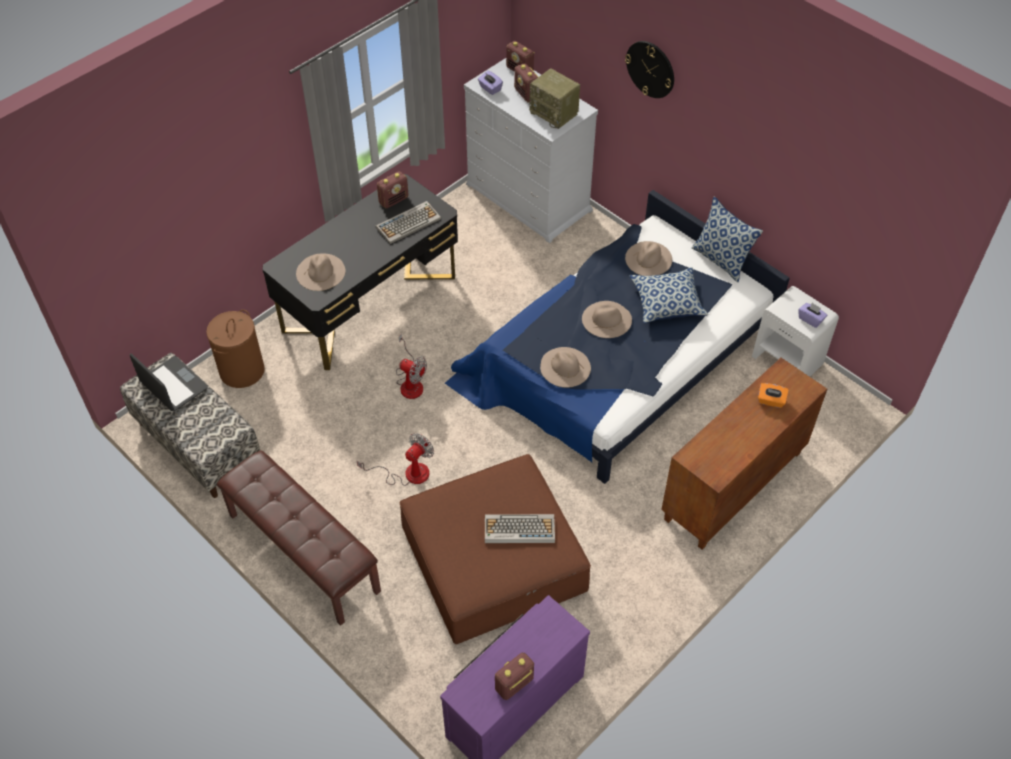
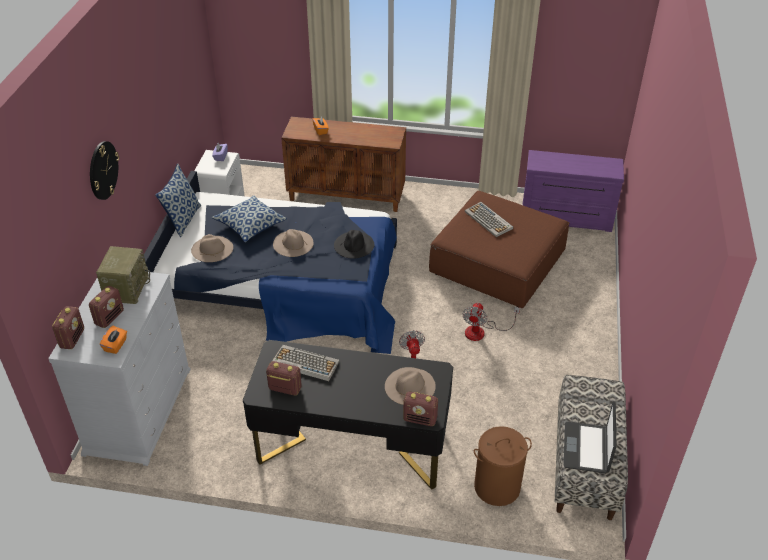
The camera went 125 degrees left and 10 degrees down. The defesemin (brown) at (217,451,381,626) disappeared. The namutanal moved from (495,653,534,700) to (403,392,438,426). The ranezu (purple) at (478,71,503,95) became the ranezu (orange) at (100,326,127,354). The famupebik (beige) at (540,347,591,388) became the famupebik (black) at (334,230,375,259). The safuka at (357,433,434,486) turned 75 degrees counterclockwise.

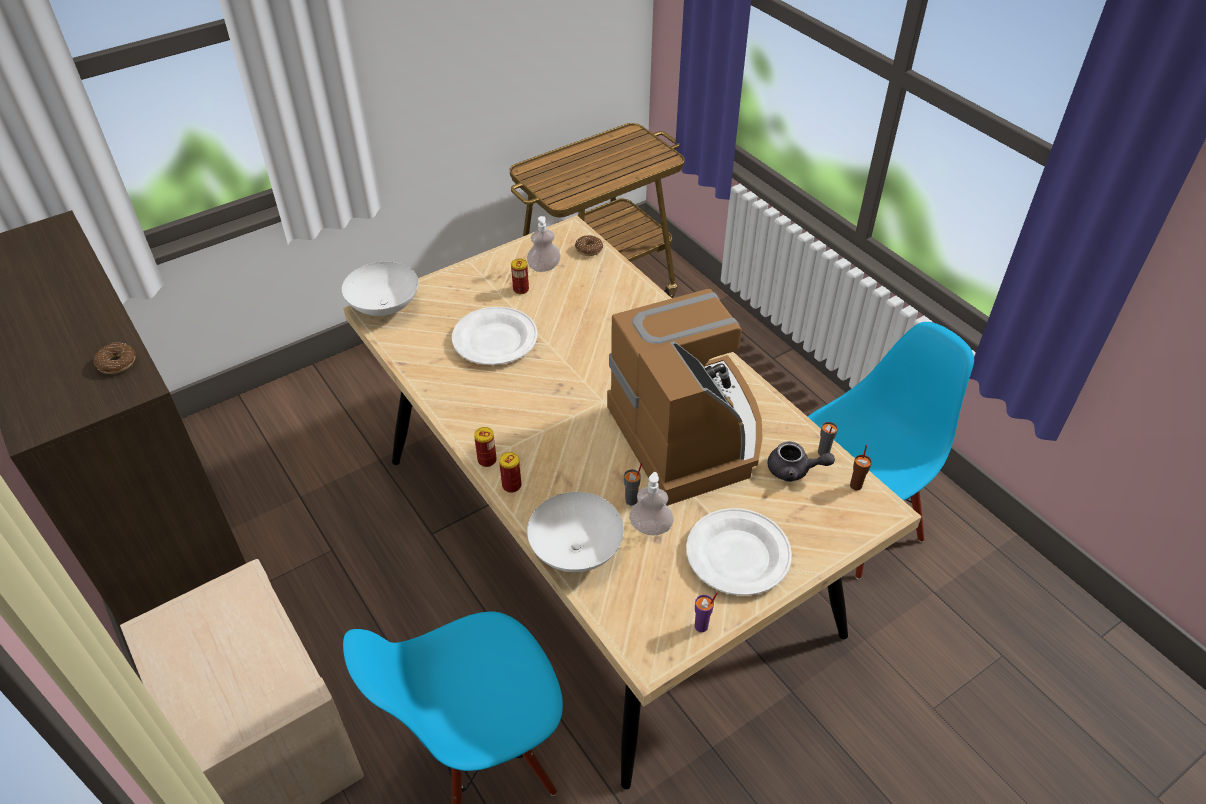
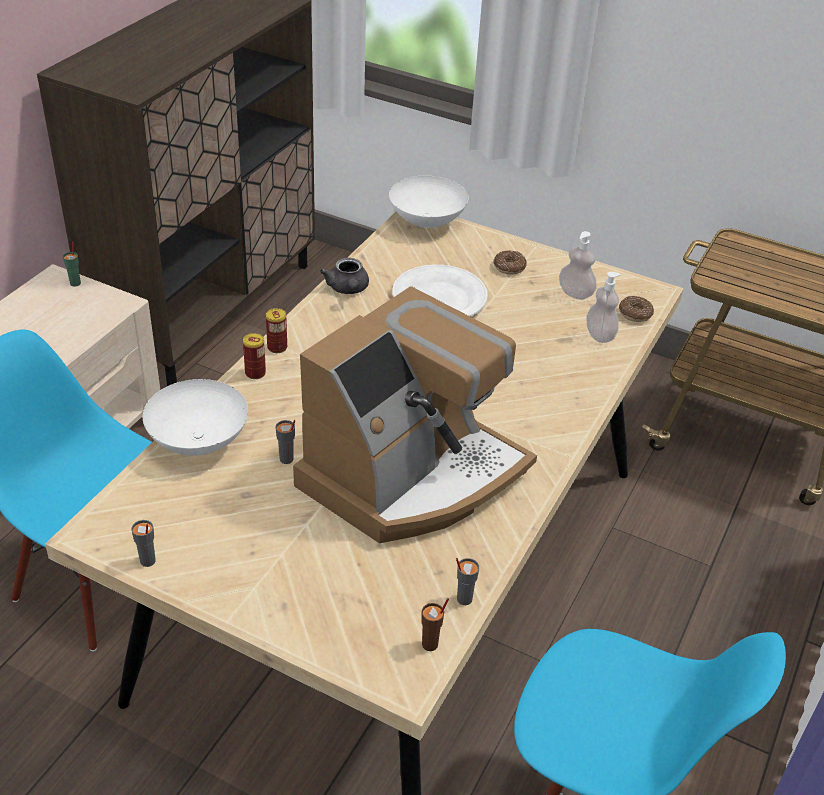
The camera went 60 degrees right and 5 degrees down. The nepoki at (511,258,529,294) disappeared. The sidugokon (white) at (686,508,792,596) disappeared. The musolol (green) at (63,242,81,287) appeared. The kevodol moved from (94,343,136,374) to (493,250,527,275). The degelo moved from (629,472,674,535) to (586,272,621,343). The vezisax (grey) moved from (768,441,835,482) to (320,258,369,294). The musolol (purple) at (695,592,718,632) became the musolol (grey) at (131,520,156,567).

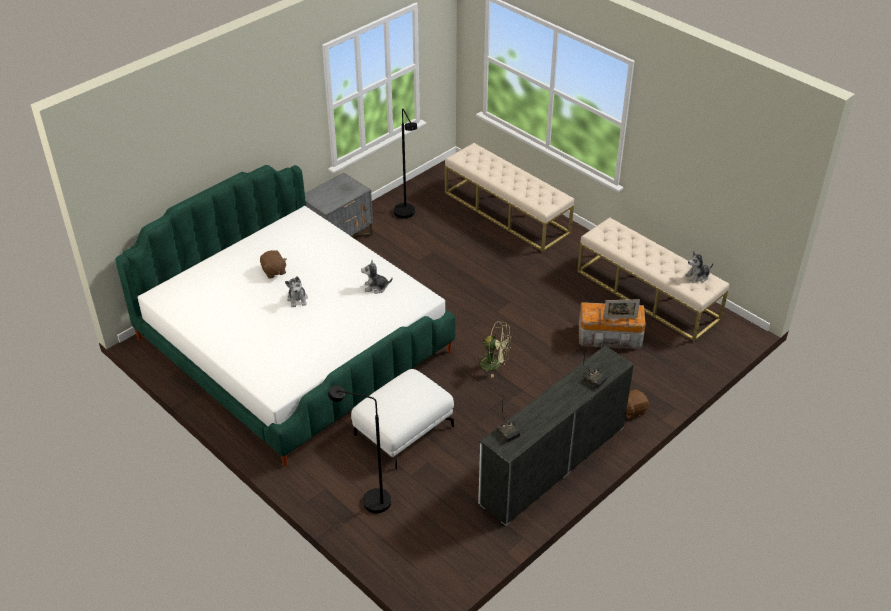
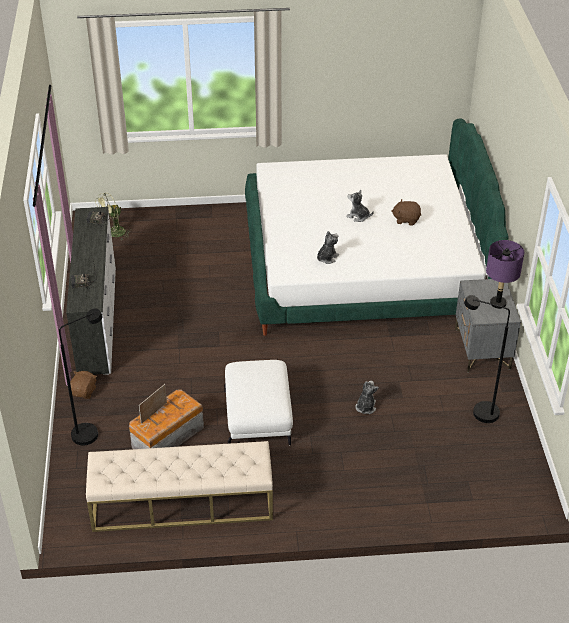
The camera went 130 degrees right and 0 degrees up. The defesemin (beige) at (445,143,574,252) disappeared. The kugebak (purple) at (486,240,524,309) appeared. The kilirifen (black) moved from (328,385,391,513) to (59,308,102,445). The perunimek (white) moved from (351,369,454,469) to (224,360,293,445). The safuka (green) moved from (476,321,511,377) to (95,193,132,240). The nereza moved from (685,251,713,283) to (355,381,379,414).

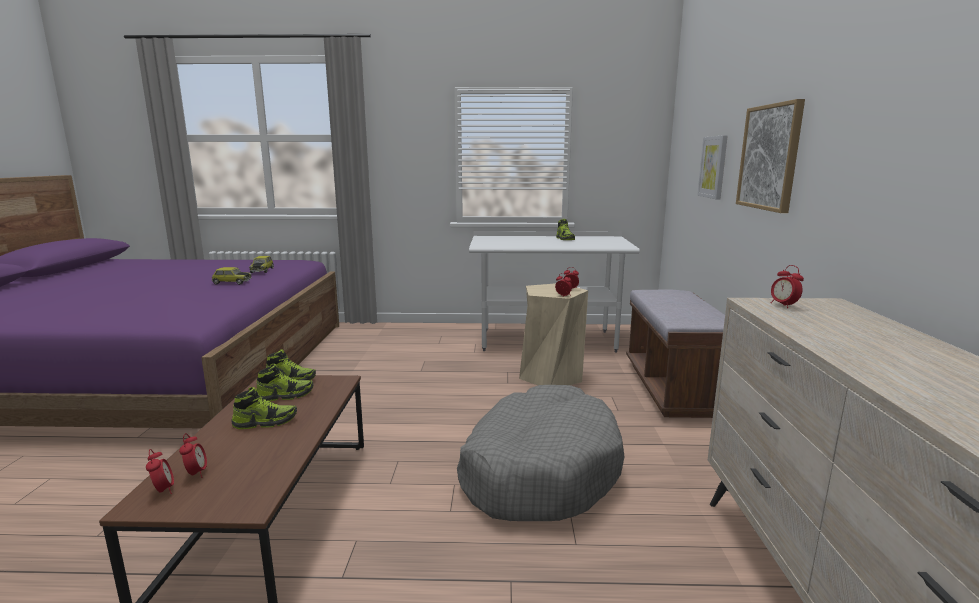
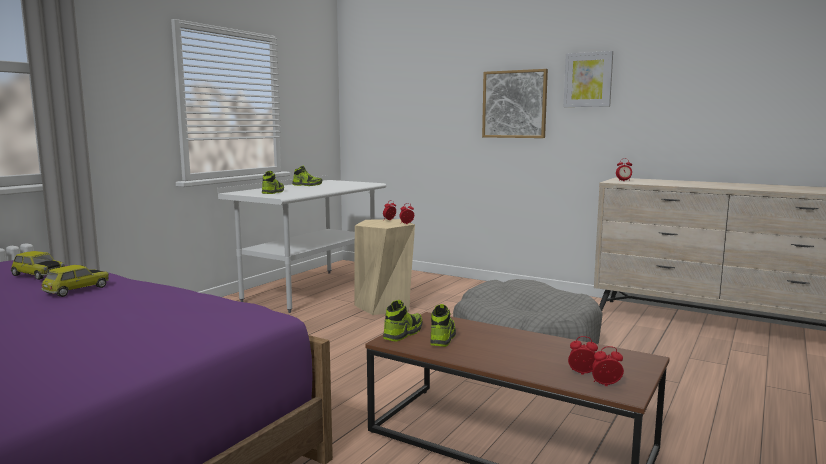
The camera went 60 degrees left and 5 degrees down. The defesemin (brown) at (626,289,725,418) disappeared. The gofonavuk moved from (231,387,297,429) to (262,171,284,194). The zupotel moved from (697,135,728,199) to (564,51,613,107).

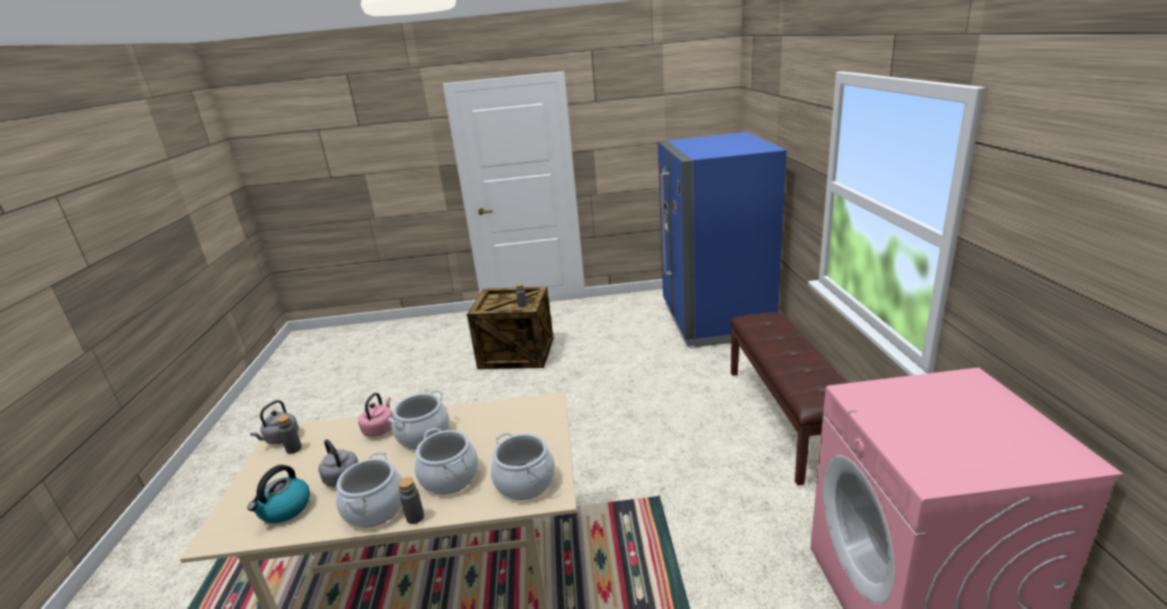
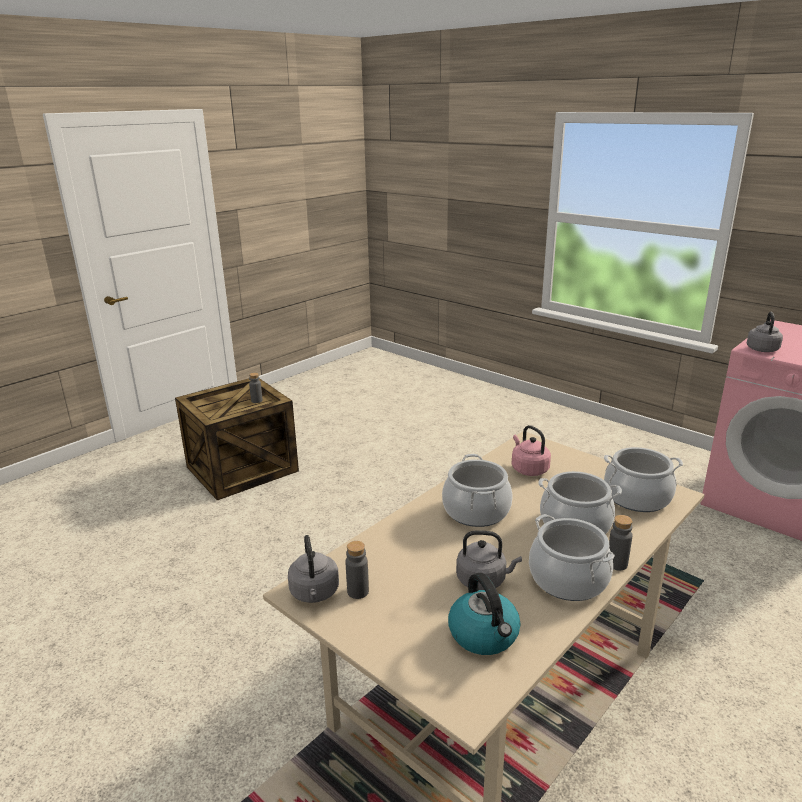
The camera went 45 degrees left and 0 degrees up. The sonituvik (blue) at (658,132,787,347) disappeared. The defesemin (brown) at (730,312,847,485) disappeared. The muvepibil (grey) at (747,312,783,352) appeared. The muvepibil (pink) moved from (358,393,393,437) to (512,425,551,476).

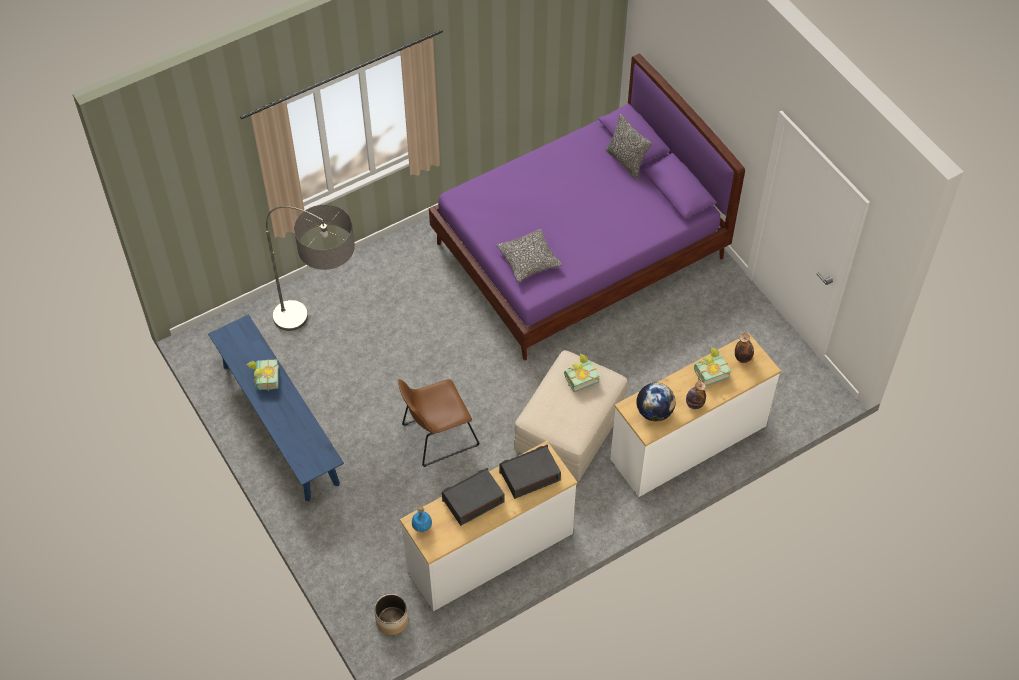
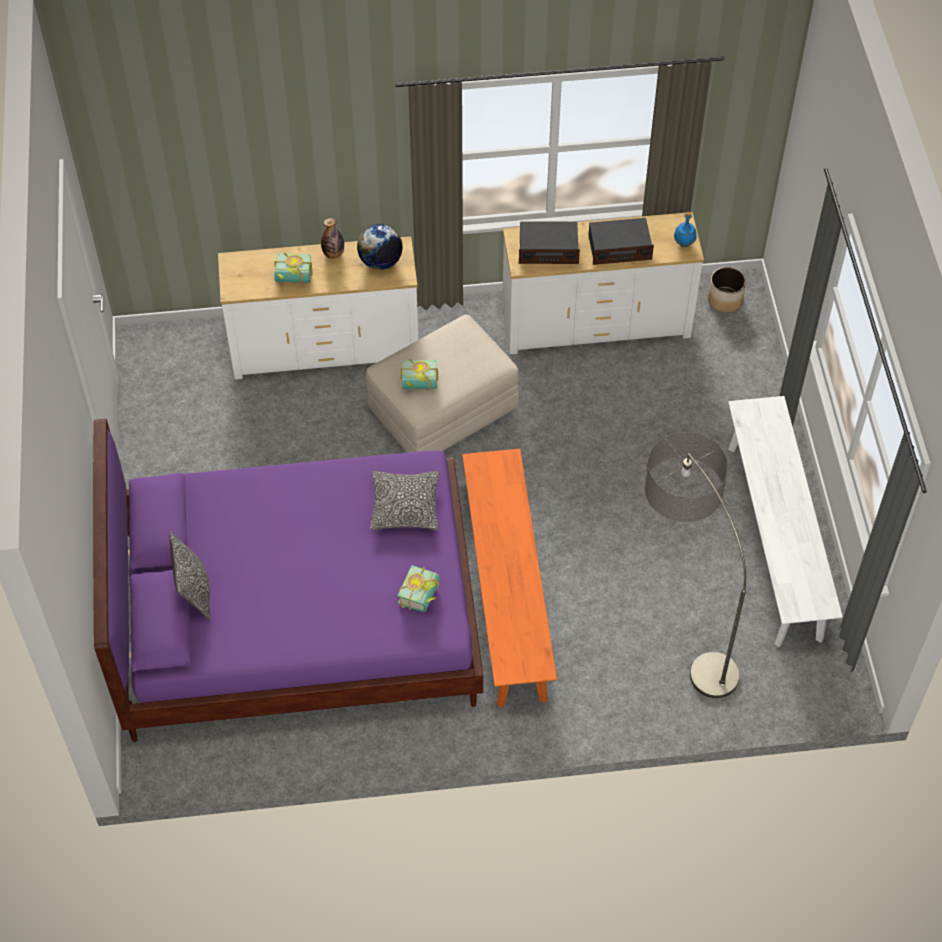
The camera went 155 degrees left and 0 degrees up. The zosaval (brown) at (398,379,480,467) disappeared. The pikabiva at (735,333,754,363) disappeared. The defesemin (orange) at (462,449,557,708) appeared. The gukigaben moved from (247,359,279,391) to (398,565,440,612). The defesemin (blue) at (208,314,344,502) became the defesemin (white) at (728,396,843,647).

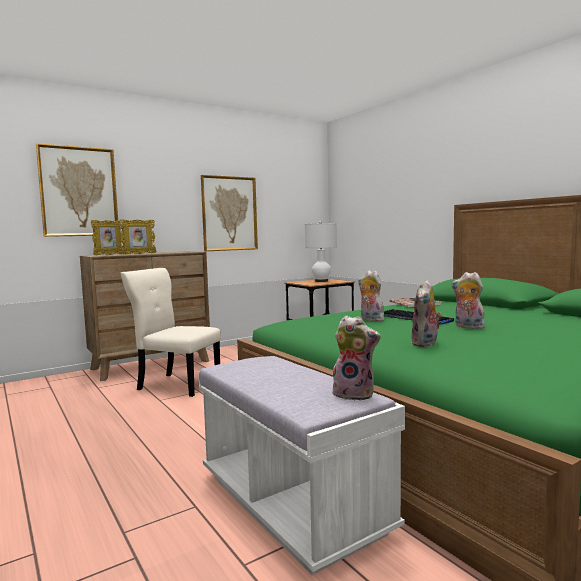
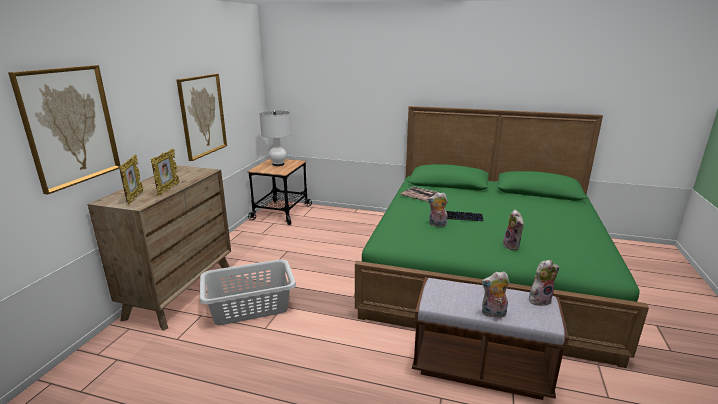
The camera went 40 degrees left and 15 degrees up. The nereza moved from (451,272,485,329) to (481,271,510,318). The zosaval (beige) at (120,268,221,397) was replaced by the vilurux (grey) at (200,259,296,325). The defesemin (white) at (199,356,405,575) became the defesemin (brown) at (412,277,569,400).

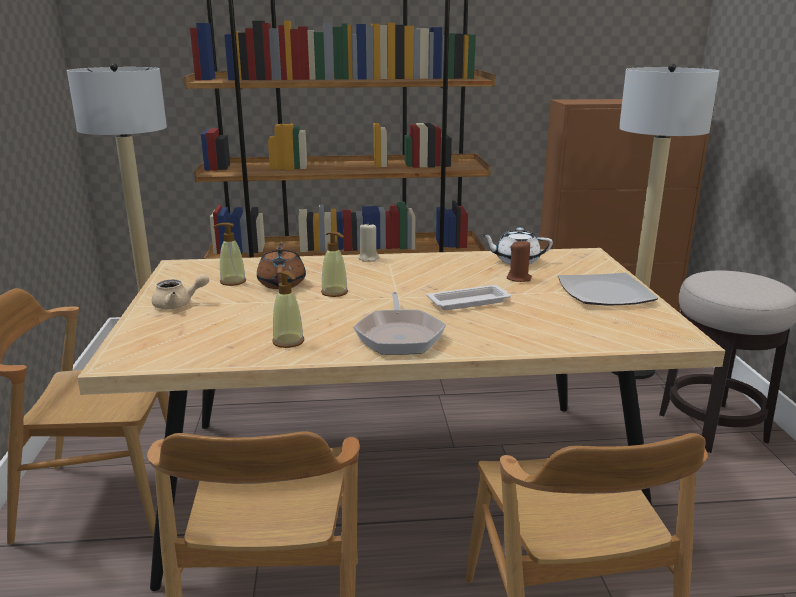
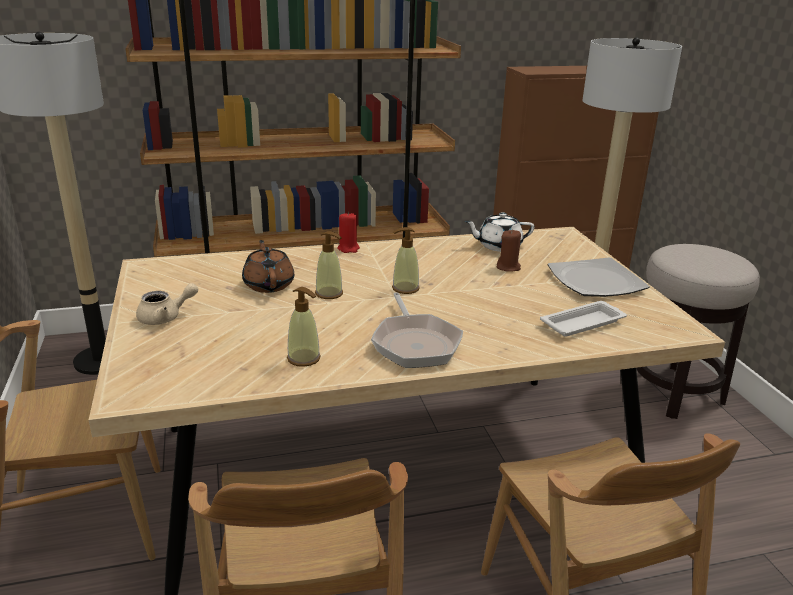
The camera went 10 degrees left and 5 degrees up. The degelo moved from (213,223,246,286) to (392,227,420,294). The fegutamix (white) moved from (426,285,511,310) to (540,301,627,336). The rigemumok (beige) at (358,223,379,262) became the rigemumok (red) at (337,212,360,253).

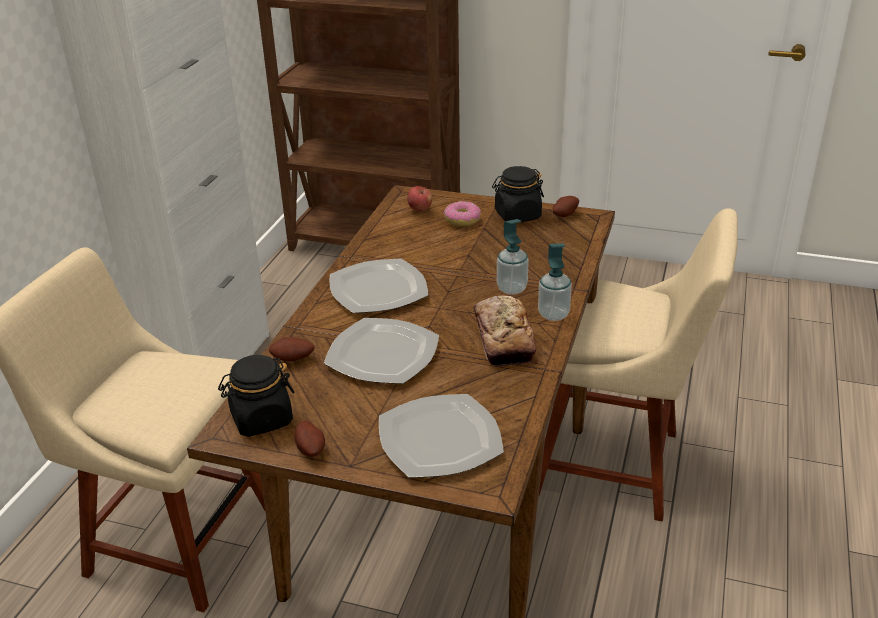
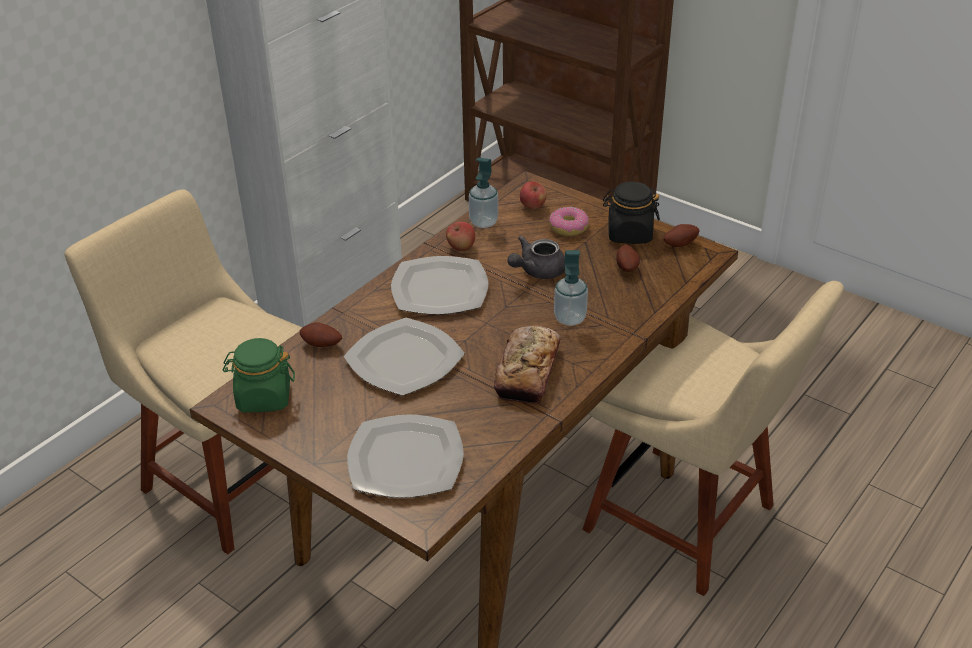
The camera went 20 degrees right and 5 degrees up. The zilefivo at (446,222,475,251) appeared. The vezisax (grey) at (507,236,565,279) appeared. The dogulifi moved from (294,420,325,457) to (616,245,640,272). The degelo moved from (538,243,572,321) to (469,158,498,228). The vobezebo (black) at (218,355,295,437) became the vobezebo (green) at (223,338,295,412).

